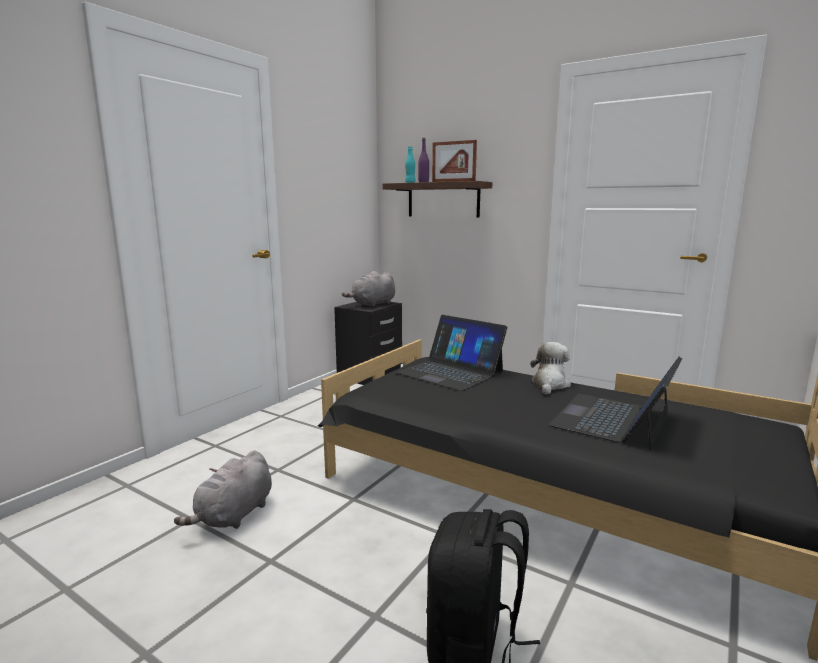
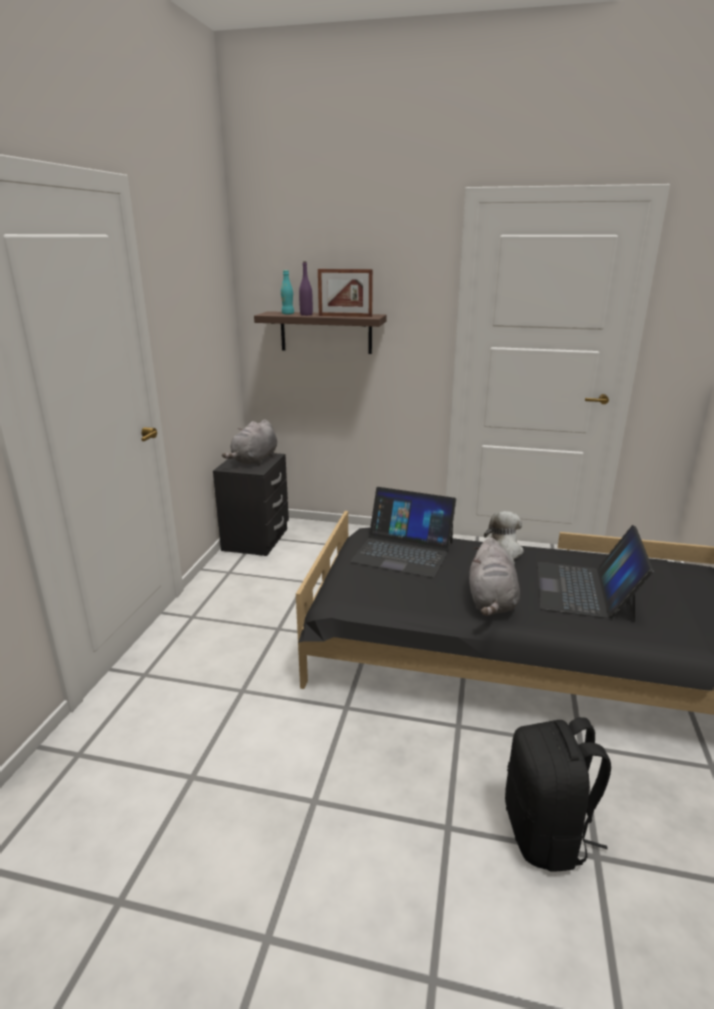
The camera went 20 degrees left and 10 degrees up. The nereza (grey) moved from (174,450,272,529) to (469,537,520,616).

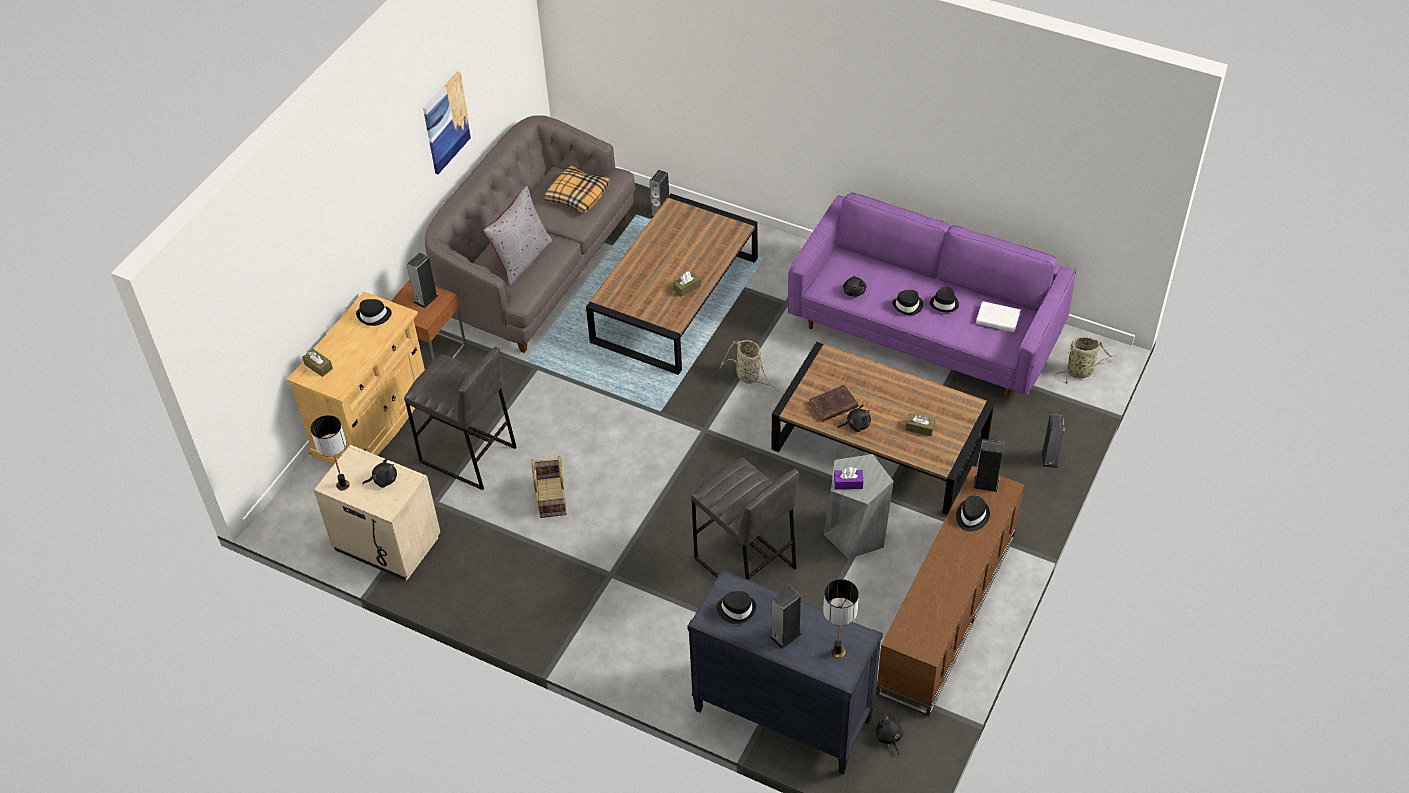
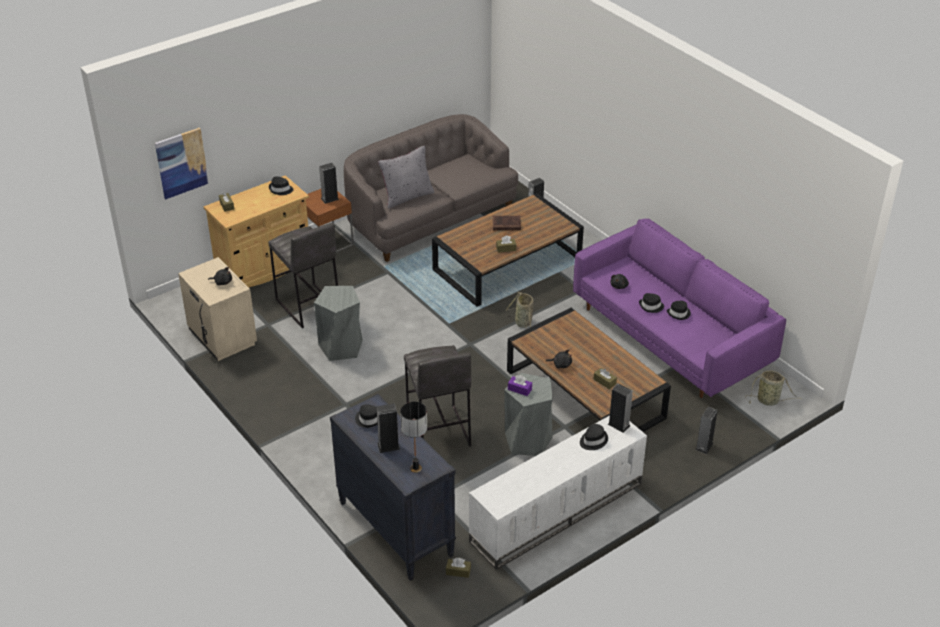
The camera went 25 degrees right and 10 degrees down. The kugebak at (310,415,350,490) disappeared. The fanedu at (544,165,610,214) disappeared. The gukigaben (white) at (976,301,1020,332) disappeared. The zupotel moved from (423,71,471,174) to (155,128,209,199). The gukigaben (brown) moved from (809,385,858,422) to (493,216,521,230). The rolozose at (531,456,567,518) was replaced by the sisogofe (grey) at (314,286,363,361). The nereza (black) at (876,715,903,755) was replaced by the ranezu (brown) at (446,558,471,578). The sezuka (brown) at (876,466,1024,716) became the sezuka (white) at (469,415,647,570).

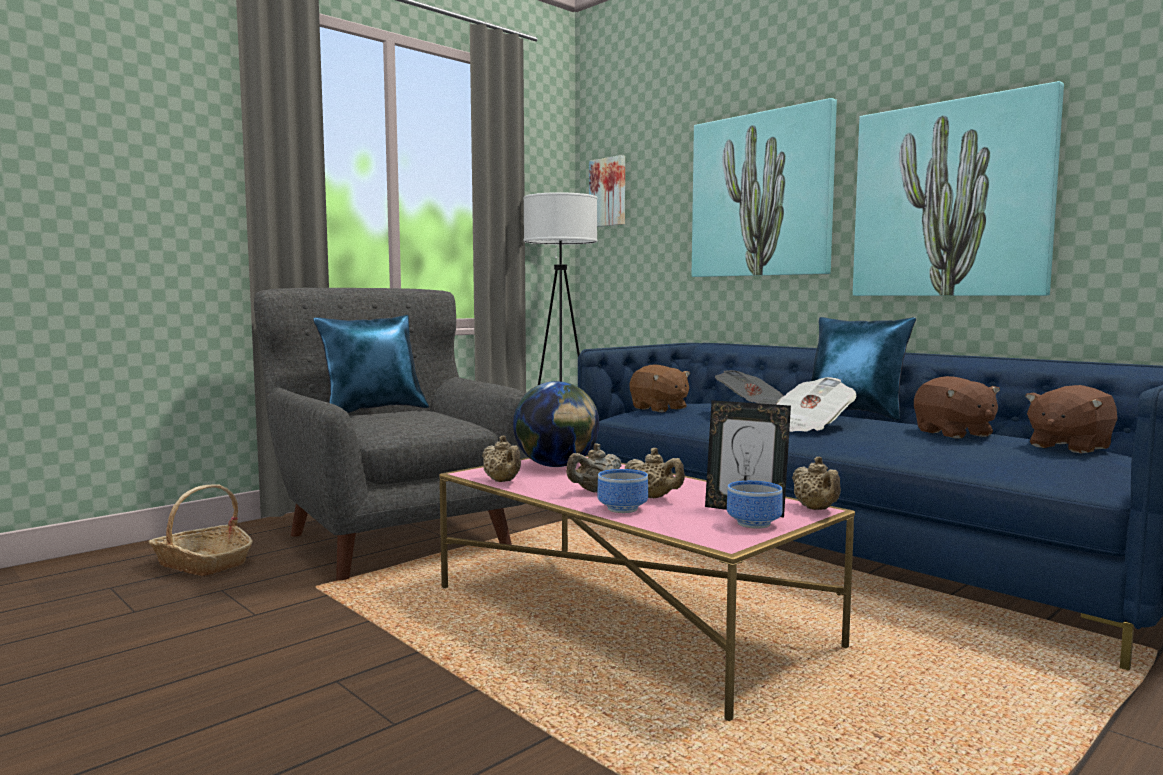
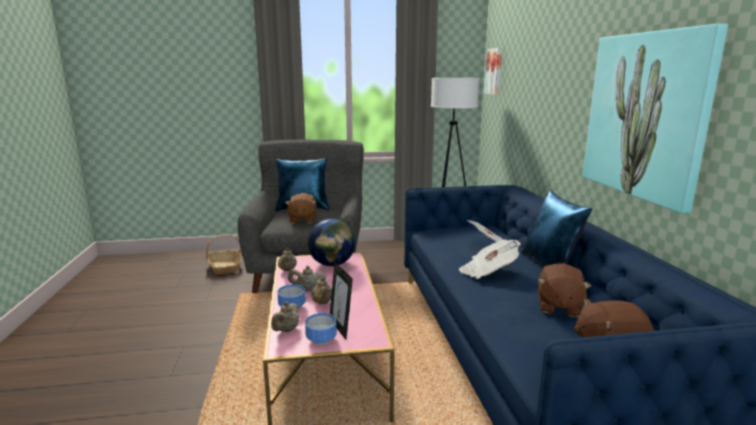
The camera went 35 degrees right and 10 degrees up. The zupotel at (692,98,837,277) disappeared. The nereza (brown) moved from (629,365,690,412) to (285,193,317,224). The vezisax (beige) moved from (792,457,841,510) to (271,301,299,332).

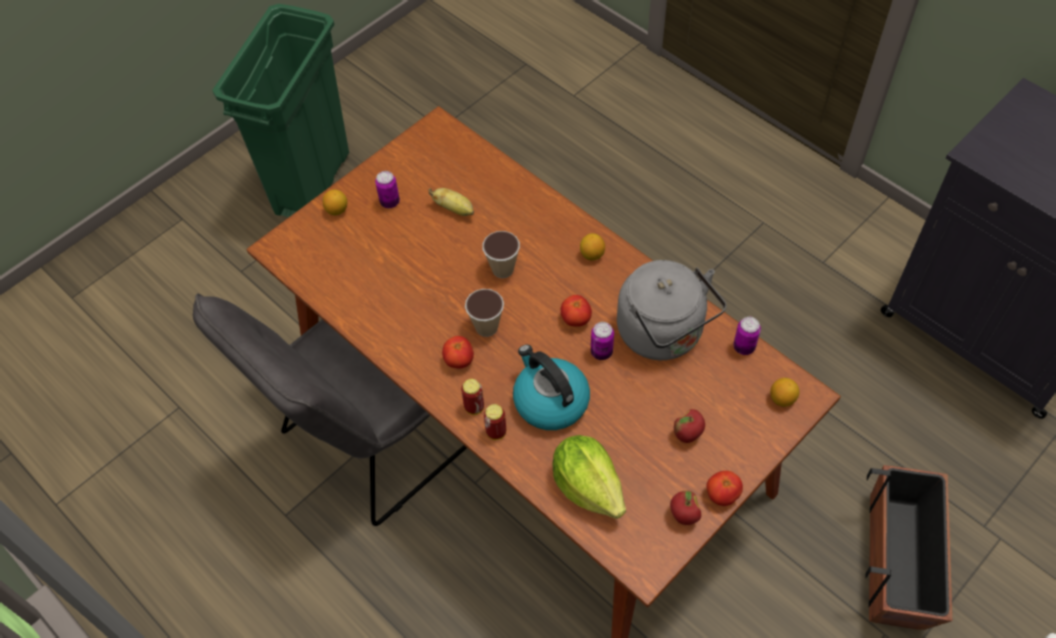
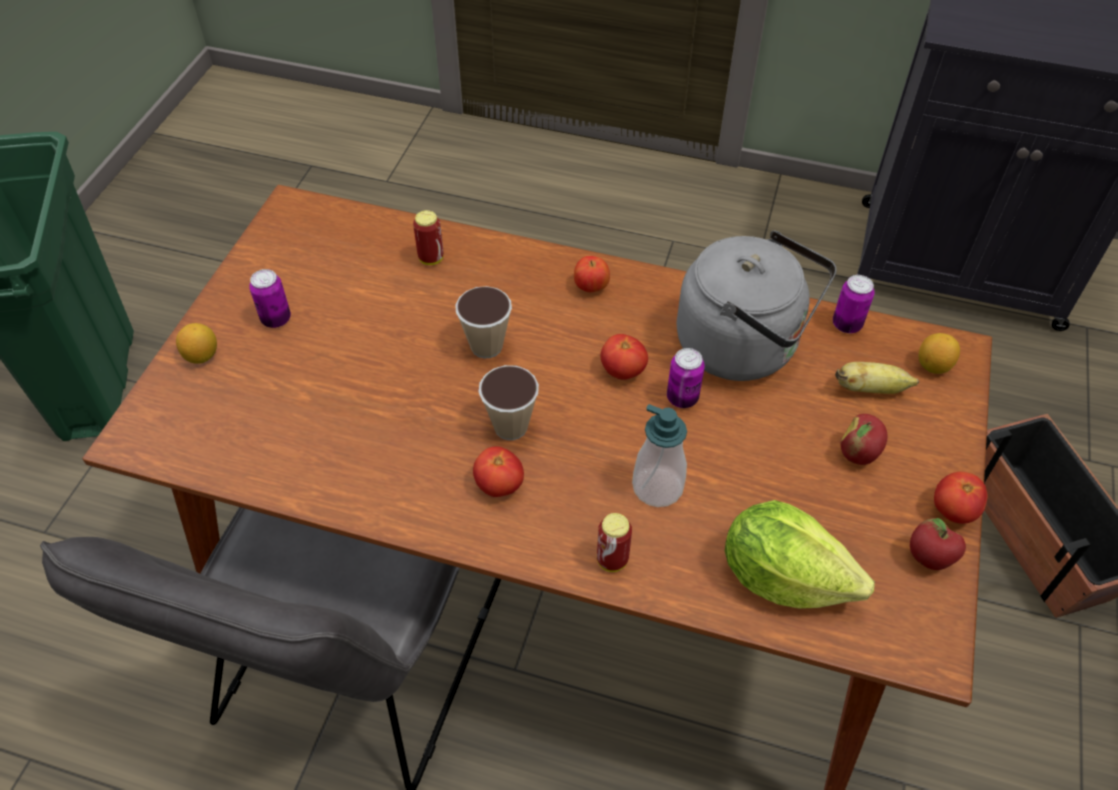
The camera went 30 degrees left and 5 degrees down. The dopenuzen moved from (429,188,474,216) to (835,362,919,394). The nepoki moved from (461,379,484,415) to (413,210,444,265). The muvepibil at (513,345,590,430) was replaced by the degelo at (632,404,687,507). The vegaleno at (580,233,605,261) was replaced by the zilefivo at (574,256,610,292).

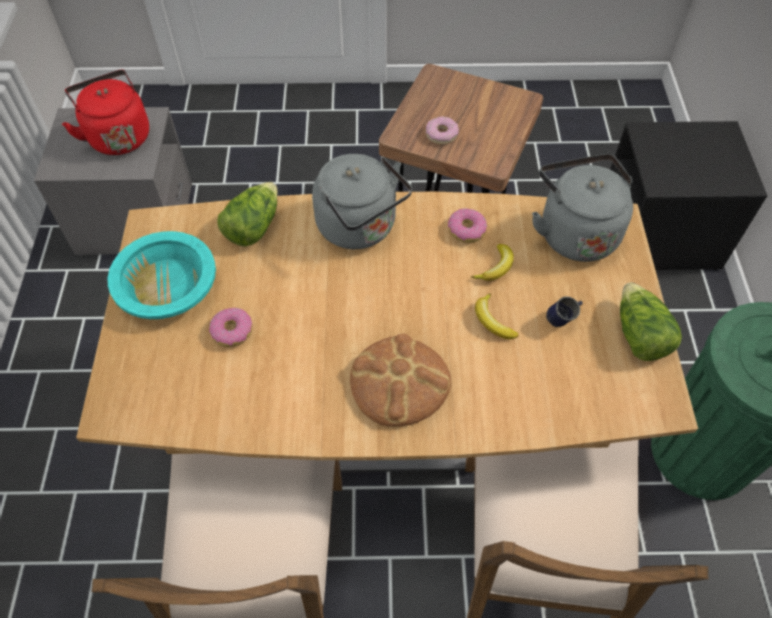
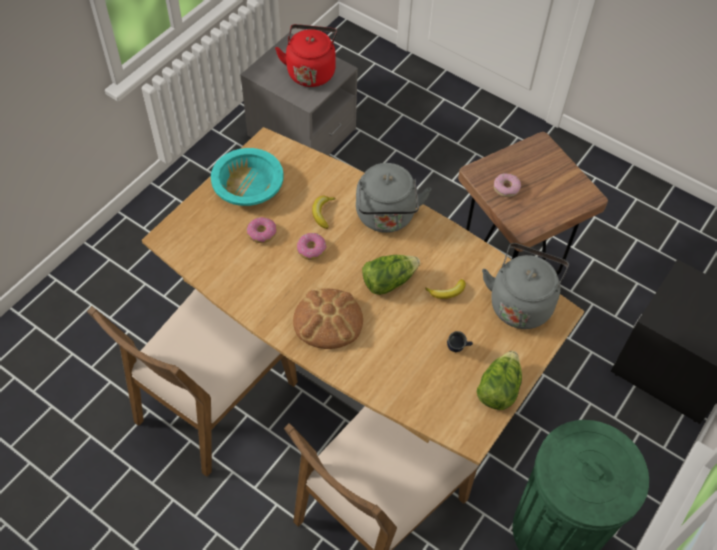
The camera went 35 degrees right and 0 degrees up. The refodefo moved from (218,182,278,246) to (362,255,420,295). The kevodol moved from (448,208,487,243) to (297,233,327,260). The dopenuzen moved from (475,293,519,339) to (312,196,336,229).

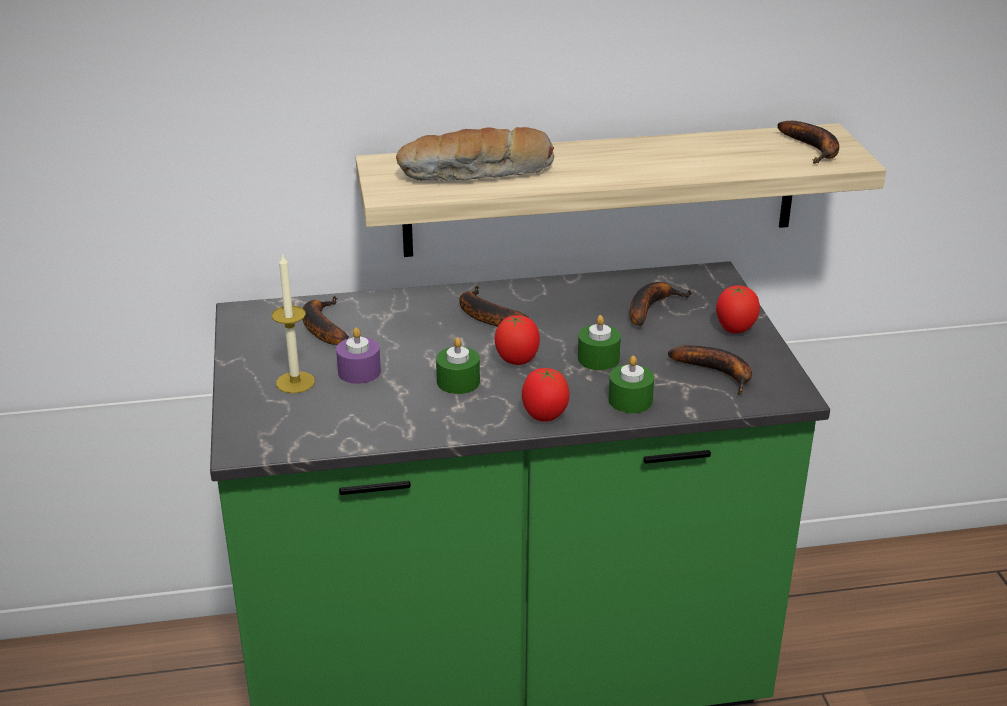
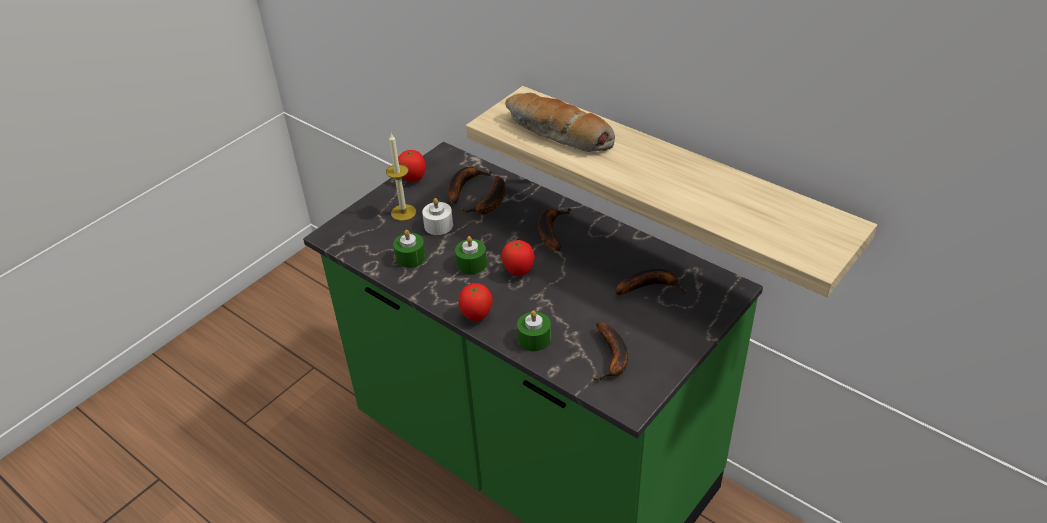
The camera went 50 degrees right and 10 degrees up. The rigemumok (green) moved from (578,315,621,370) to (393,230,426,268). The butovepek moved from (716,285,760,333) to (398,150,426,182). The dopenuzen moved from (777,121,839,164) to (461,176,506,214). The rigemumok (purple) at (336,327,381,384) became the rigemumok (white) at (422,198,453,235).

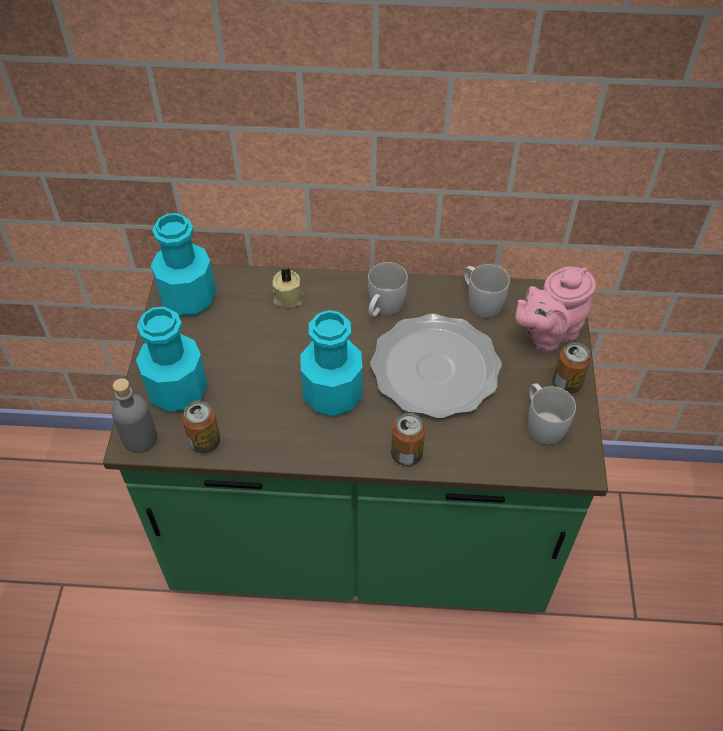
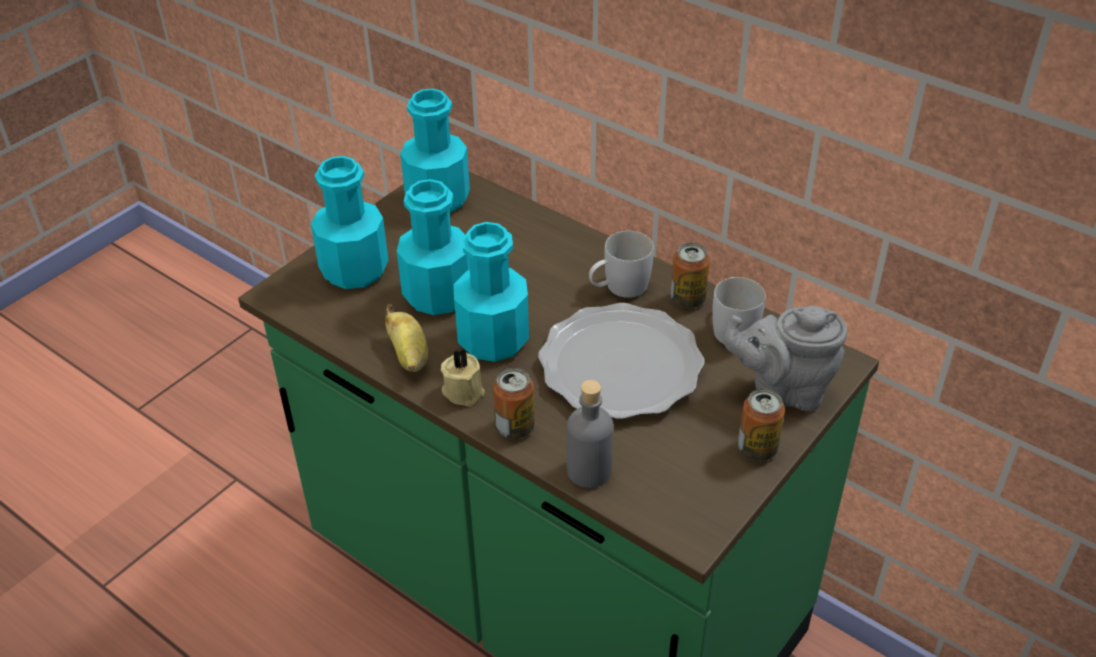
The camera went 35 degrees right and 10 degrees down. The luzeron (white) at (528,383,576,444) disappeared. The dopenuzen at (385,304,428,372) appeared. The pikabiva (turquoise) at (397,179,470,315) appeared. The pikabiva (grey) moved from (111,378,157,453) to (567,380,613,488). The nepoki moved from (182,401,220,453) to (671,243,710,308). The rigemumok (beige) moved from (272,268,303,308) to (441,348,485,406). The vezisax (pink) at (515,267,596,351) became the vezisax (grey) at (722,306,847,411).

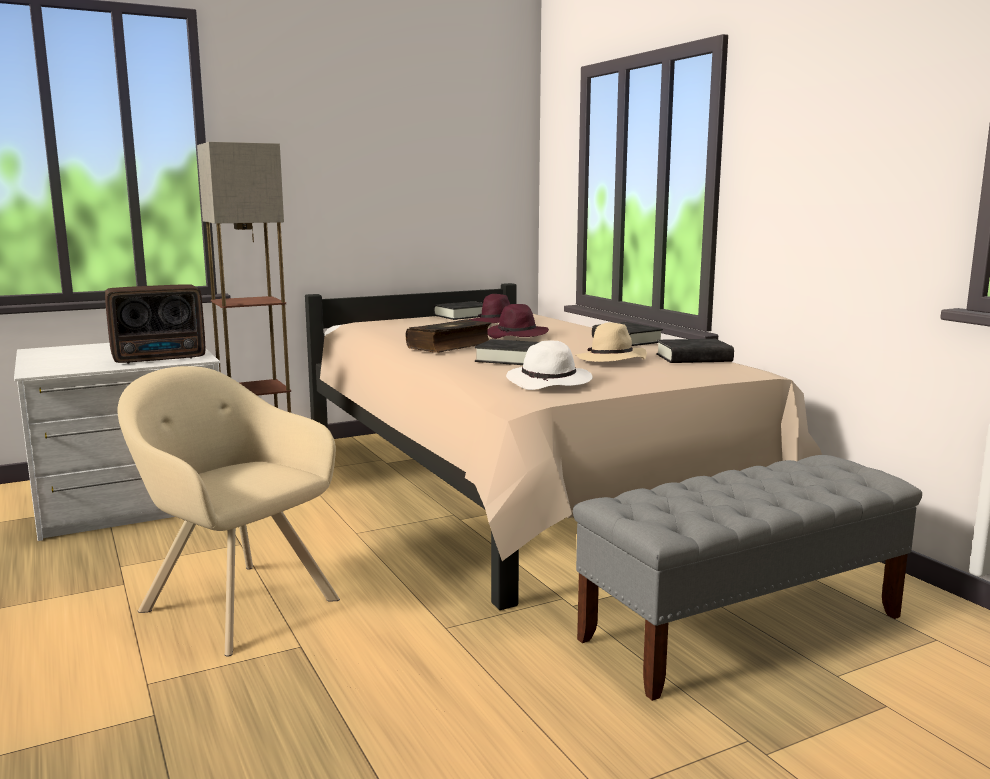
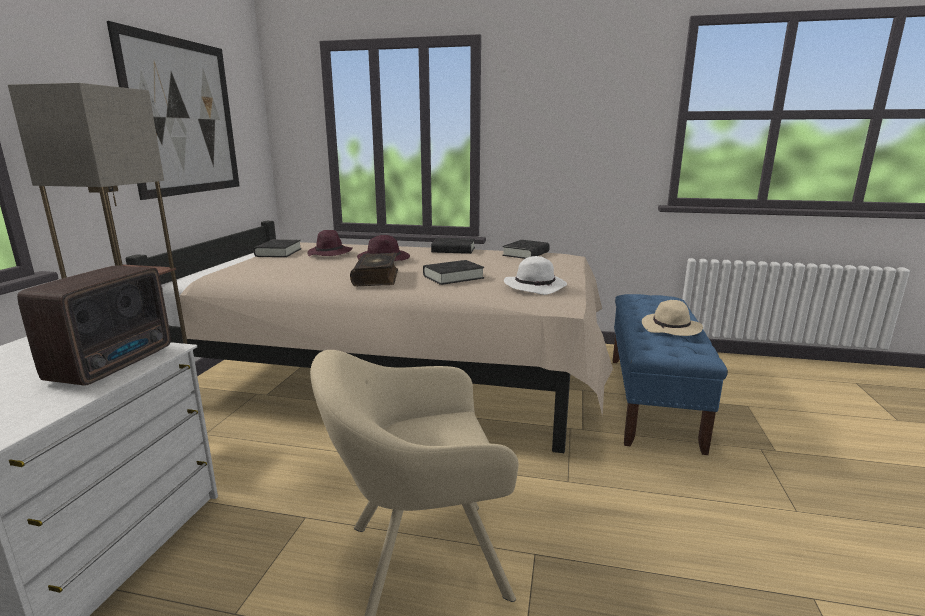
The camera went 50 degrees left and 5 degrees up. The zupotel at (107,21,240,200) appeared. The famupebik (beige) moved from (576,322,647,362) to (642,300,703,336). The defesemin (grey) at (573,455,922,701) became the defesemin (blue) at (613,294,728,455).

